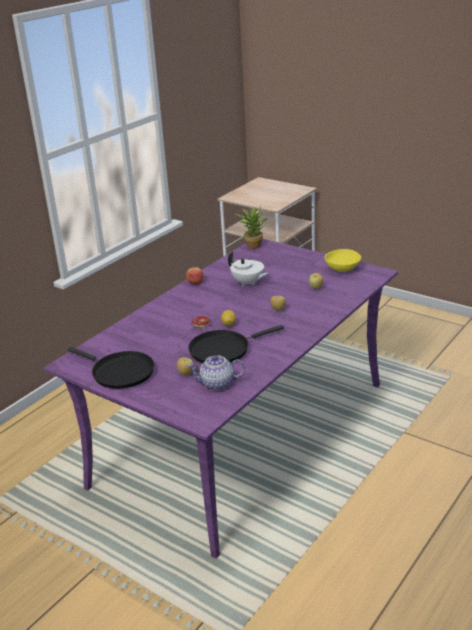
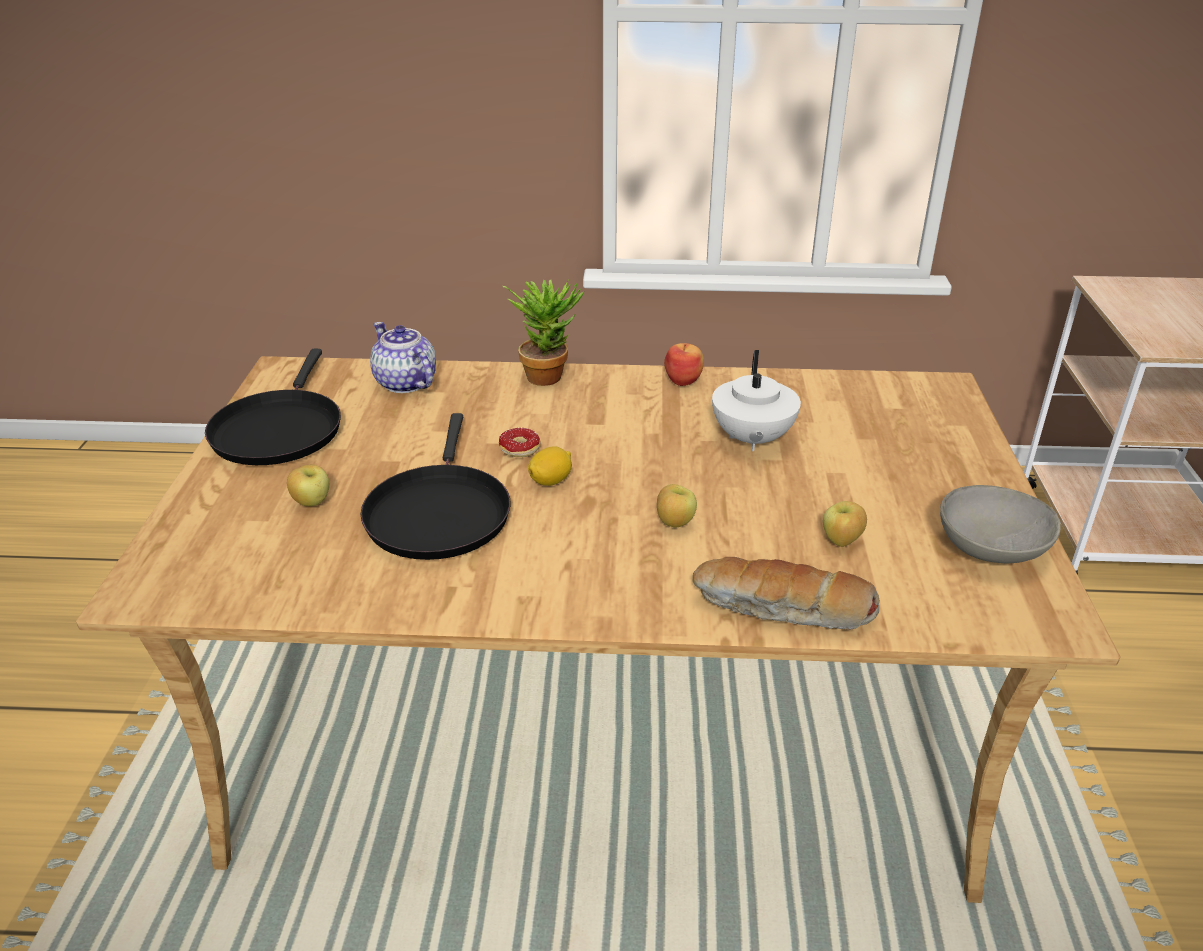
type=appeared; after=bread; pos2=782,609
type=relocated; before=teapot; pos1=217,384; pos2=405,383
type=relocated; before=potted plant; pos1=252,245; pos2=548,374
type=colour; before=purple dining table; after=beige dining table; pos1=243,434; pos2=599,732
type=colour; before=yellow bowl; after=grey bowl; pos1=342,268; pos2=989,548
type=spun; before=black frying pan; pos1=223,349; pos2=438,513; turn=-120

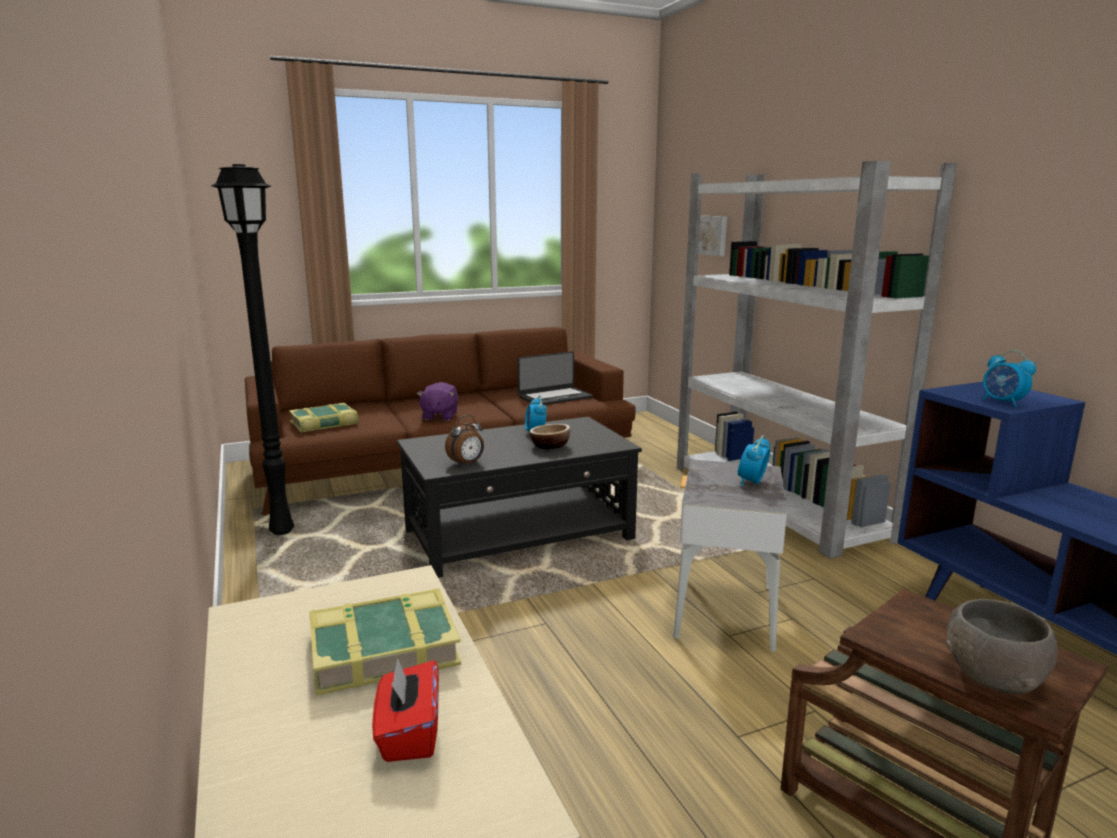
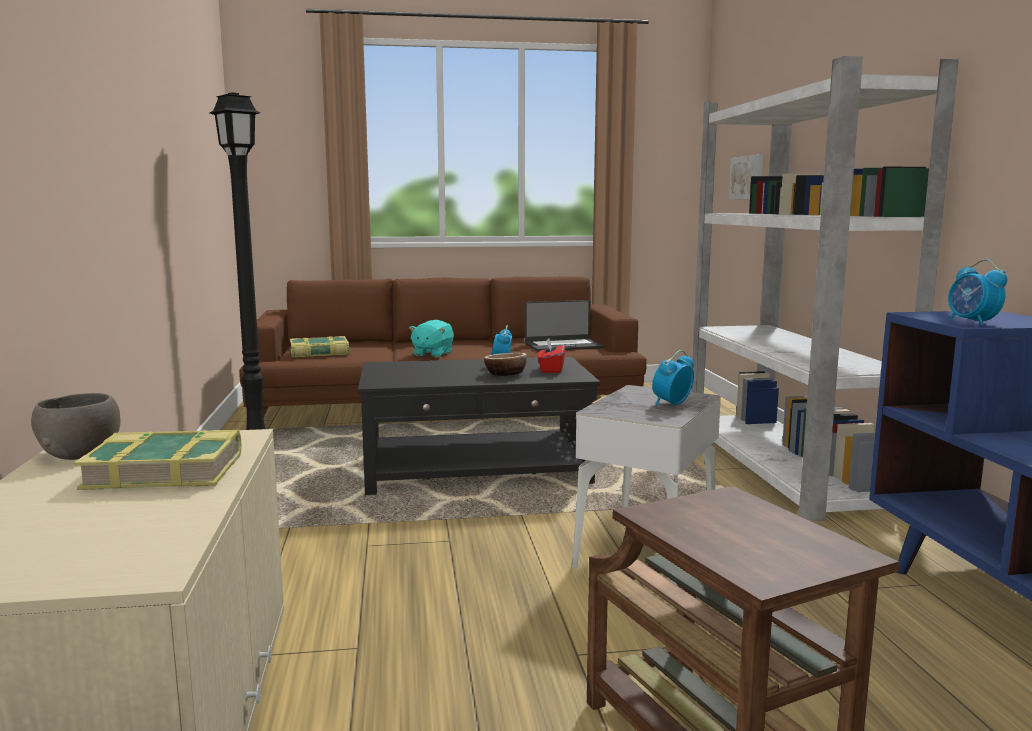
type=missing; before=alarm clock; pos1=467,463
type=relocated; before=red tissue box; pos1=409,734; pos2=551,370
type=relocated; before=grey bowl; pos1=992,676; pos2=79,453
type=colour; before=purple plush toy; after=turquoise plush toy; pos1=439,416; pos2=432,354

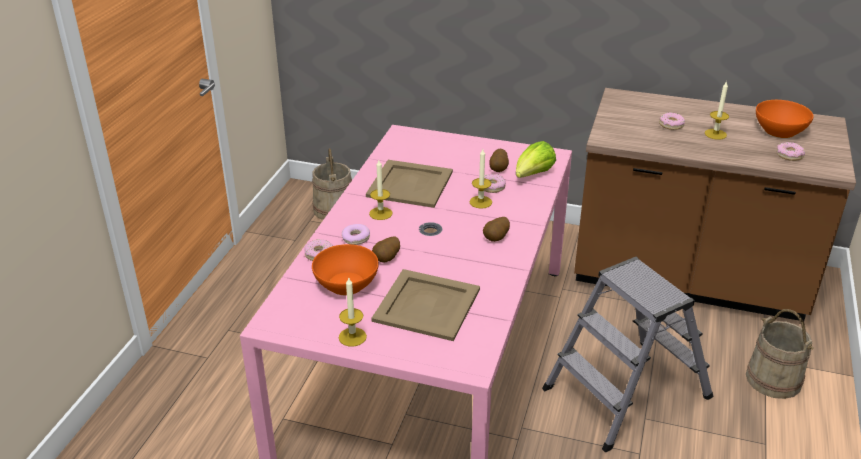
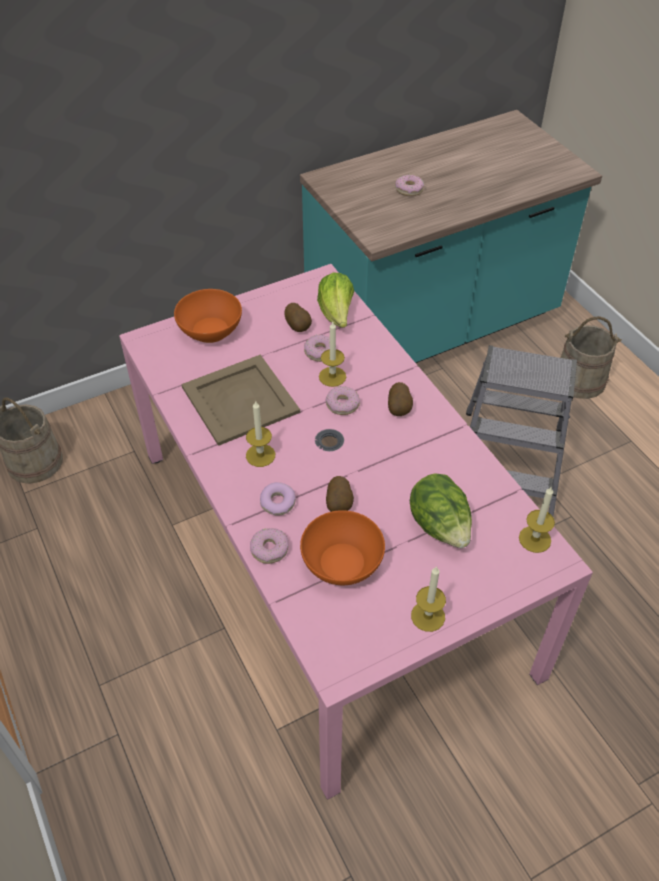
type=relocated; before=candle; pos1=715,134; pos2=534,539
type=relocated; before=orange bowl; pos1=779,130; pos2=210,330
type=relocated; before=donut; pos1=789,155; pos2=342,404
type=exchanged; before=beige tray; after=lettuce; pos1=428,304; pos2=440,526
type=colour; before=brown counter; after=turquoise counter; pos1=688,279; pos2=433,326

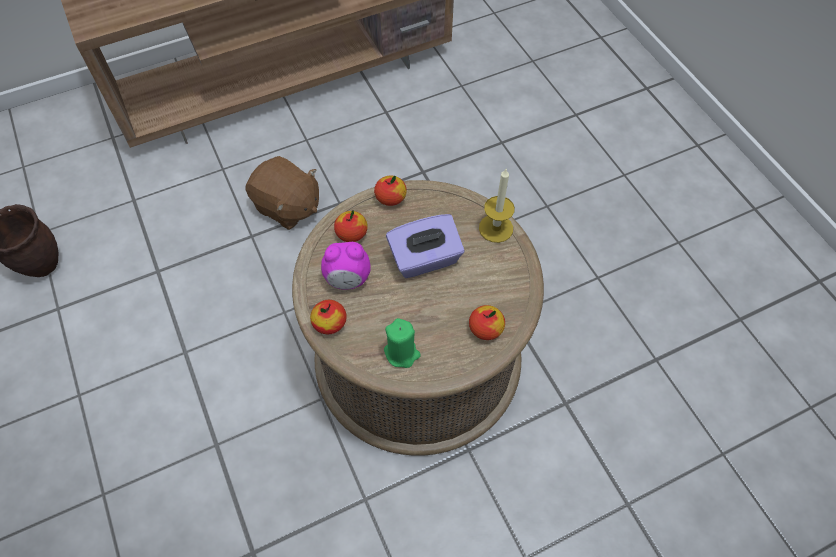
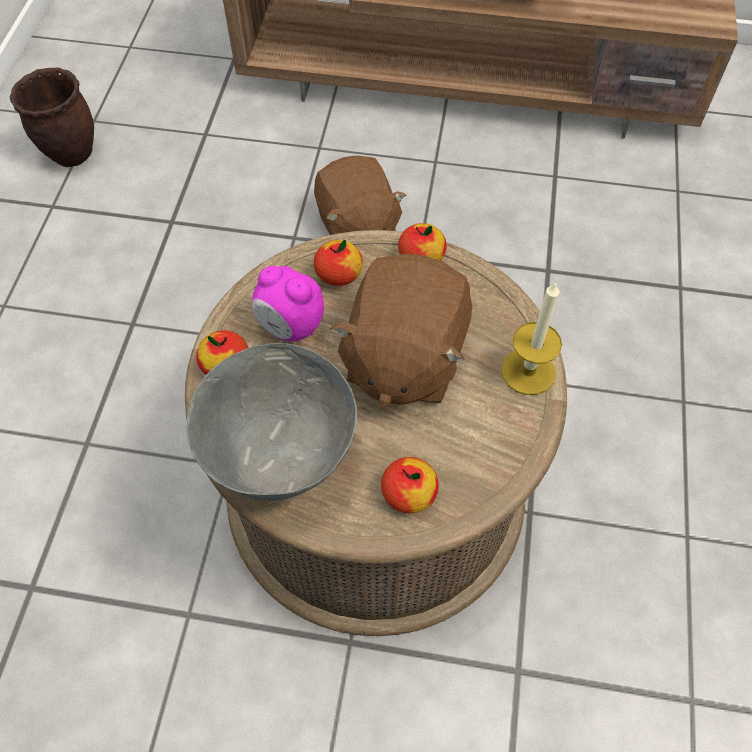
type=exchanged; before=green candle; after=grey bowl; pos1=402,353; pos2=279,456
type=exchanged; before=purple tissue box; after=brown plush toy; pos1=425,259; pos2=403,357

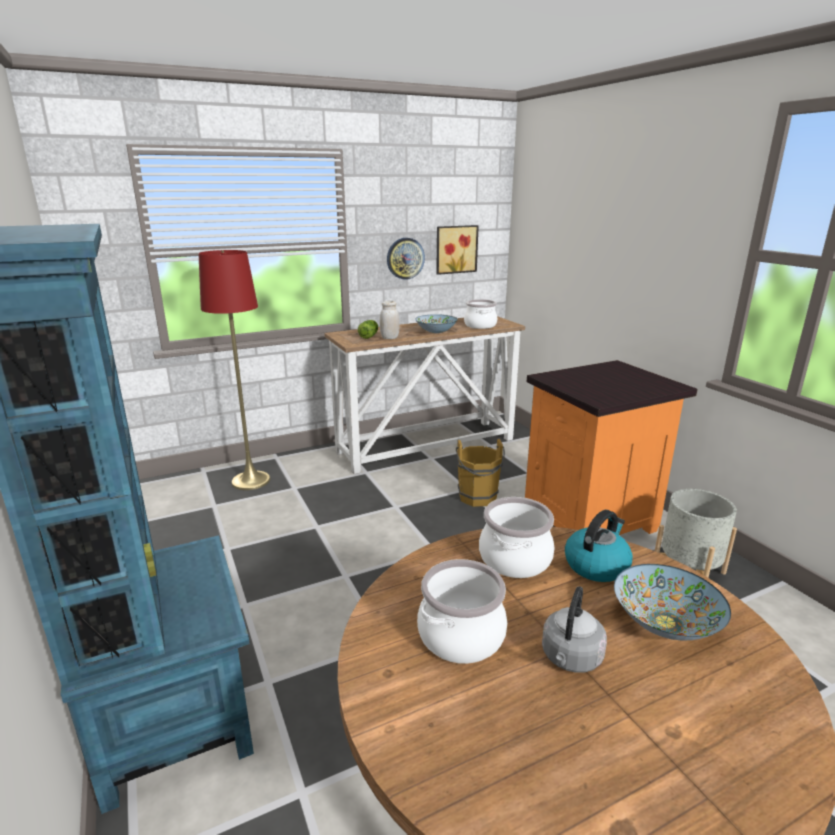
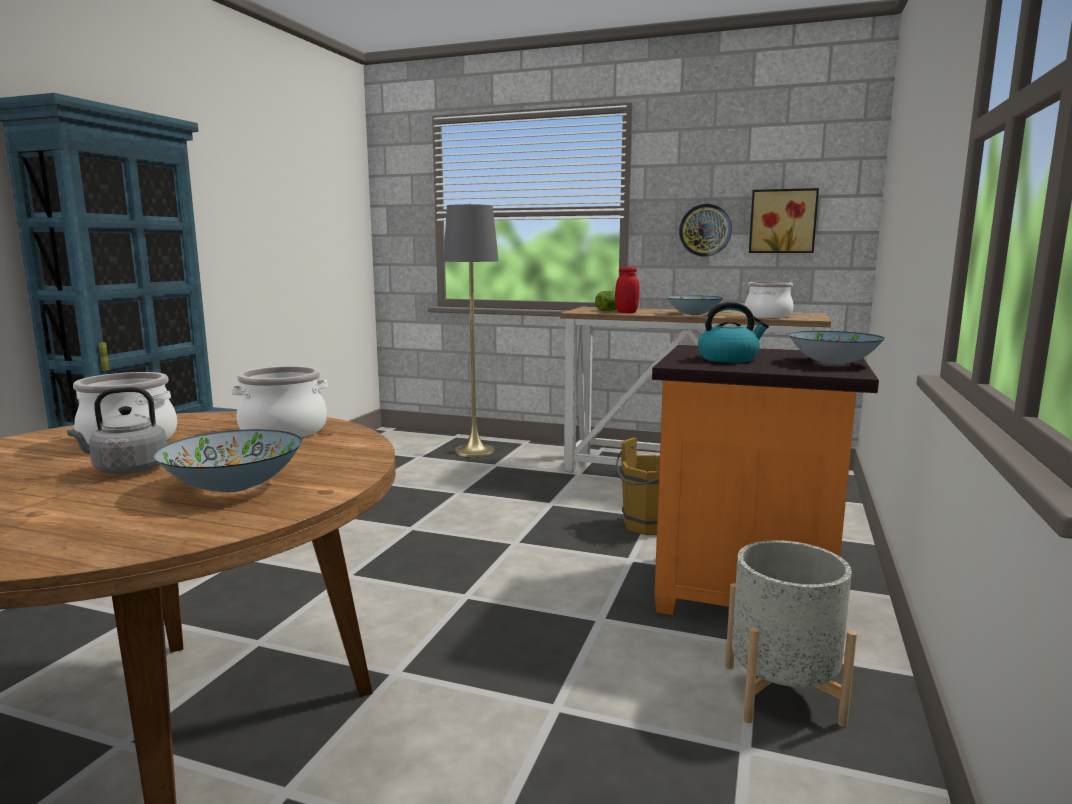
type=appeared; after=bowl; pos2=832,363
type=relocated; before=kettle; pos1=596,565; pos2=729,359
type=colour; before=red floor lamp; after=grey floor lamp; pos1=251,480; pos2=474,451
type=colour; before=white jar; after=red jar; pos1=389,338; pos2=626,312

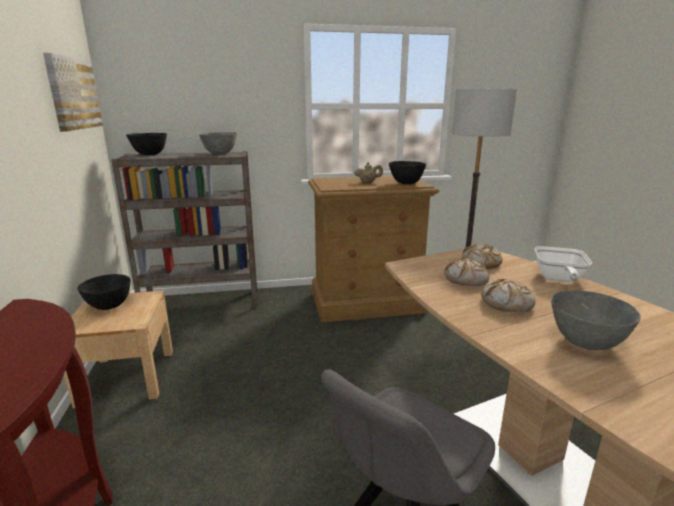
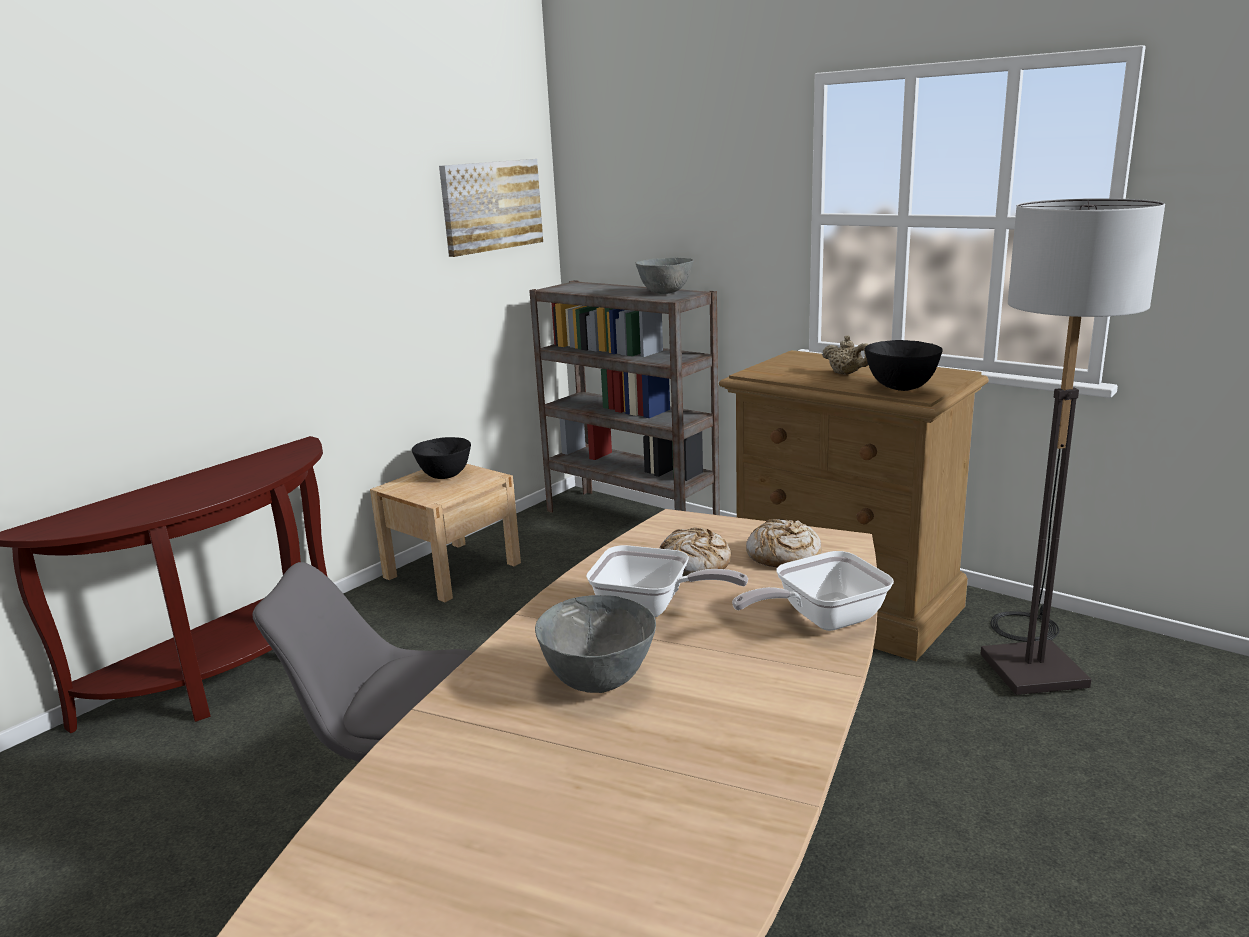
type=missing; before=black bowl; pos1=150,154
type=exchanged; before=bread; after=frying pan; pos1=507,303; pos2=651,609

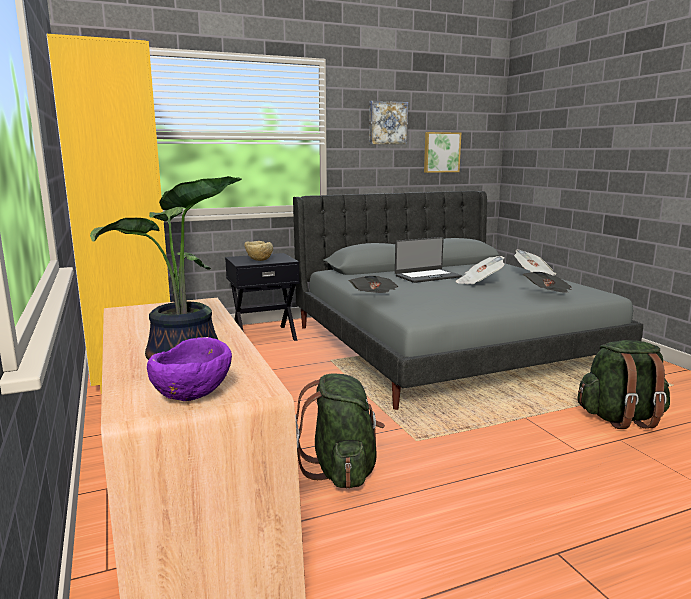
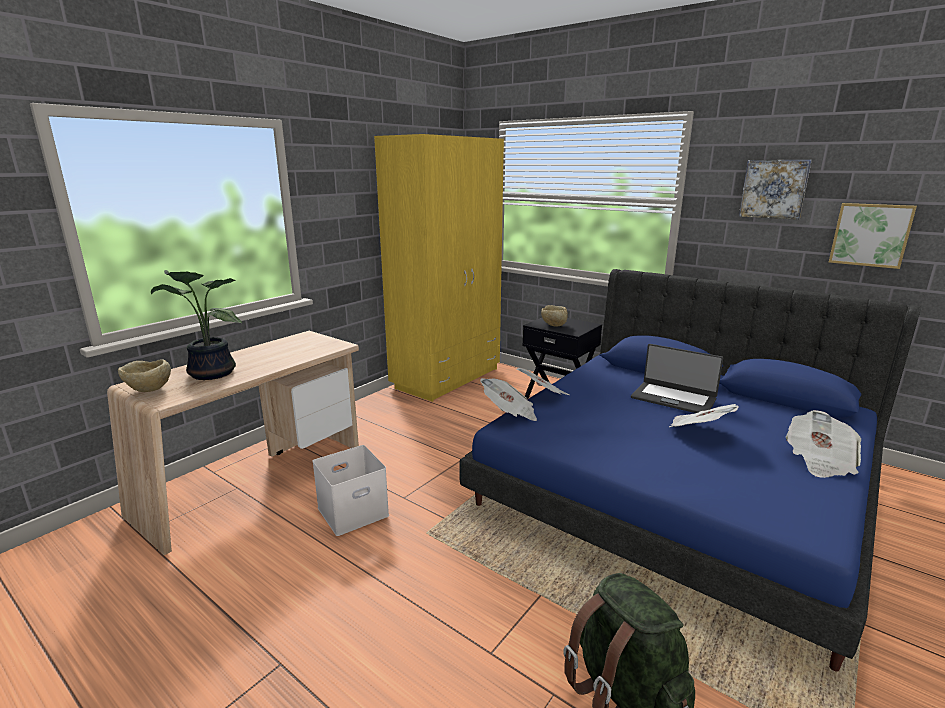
type=relocated; before=newspaper; pos1=547,295; pos2=509,413
type=exchanged; before=green backpack; after=white storage box; pos1=341,470; pos2=353,510
type=colour; before=purple bowl; after=beige bowl; pos1=193,398; pos2=149,391
type=colour; before=grey bed; after=blue bed; pos1=445,346; pos2=678,491

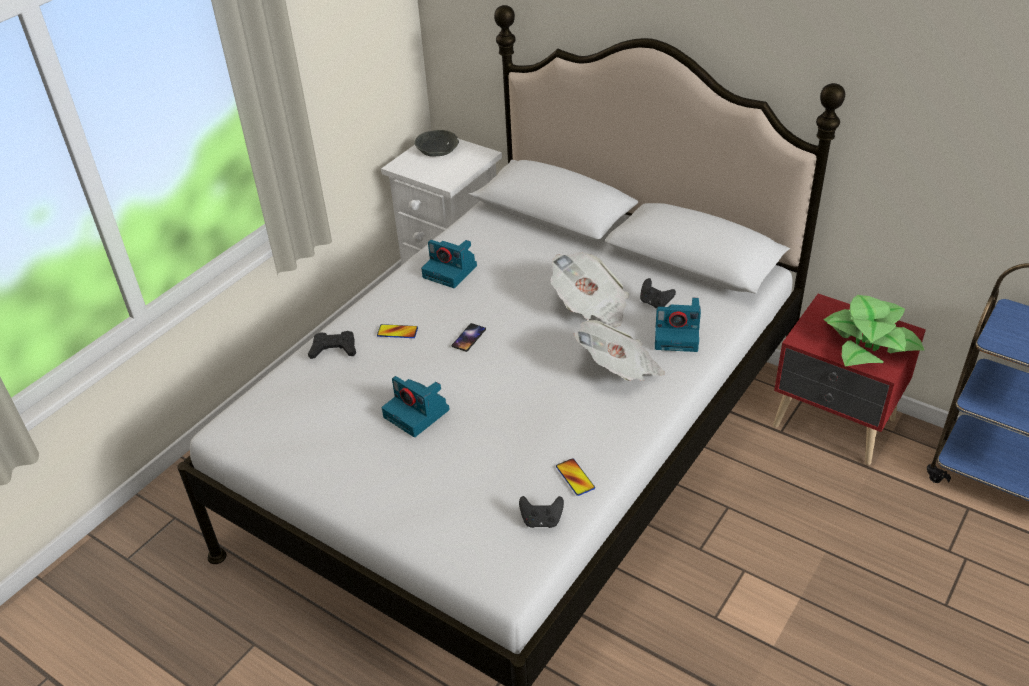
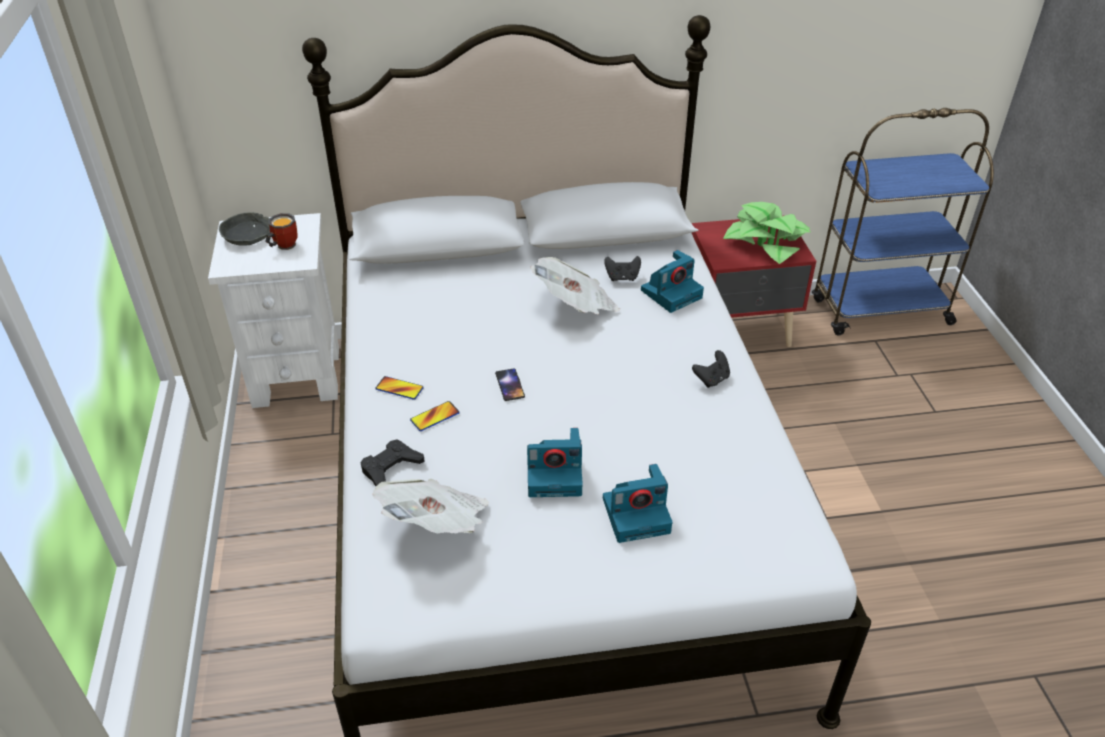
type=appeared; after=mug; pos2=283,246
type=relocated; before=photo camera; pos1=451,271; pos2=637,514
type=relocated; before=black game controller; pos1=541,520; pos2=711,379
type=relocated; before=phone; pos1=575,477; pos2=399,389
type=relocated; before=newspaper; pos1=619,369; pos2=437,524

